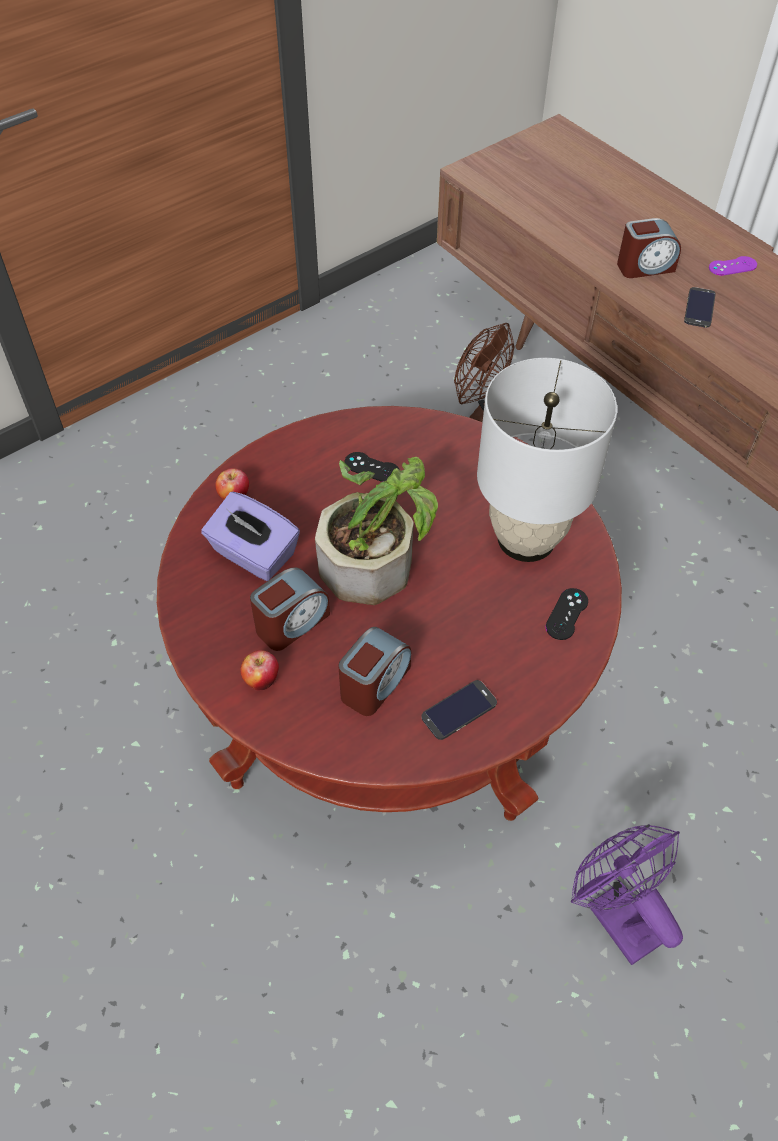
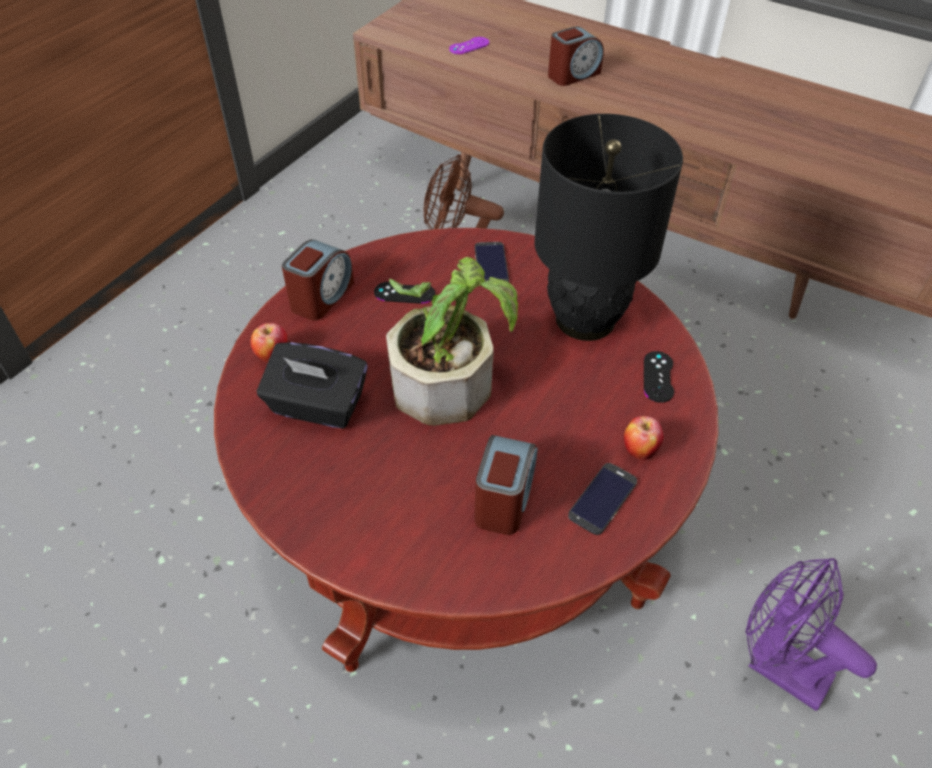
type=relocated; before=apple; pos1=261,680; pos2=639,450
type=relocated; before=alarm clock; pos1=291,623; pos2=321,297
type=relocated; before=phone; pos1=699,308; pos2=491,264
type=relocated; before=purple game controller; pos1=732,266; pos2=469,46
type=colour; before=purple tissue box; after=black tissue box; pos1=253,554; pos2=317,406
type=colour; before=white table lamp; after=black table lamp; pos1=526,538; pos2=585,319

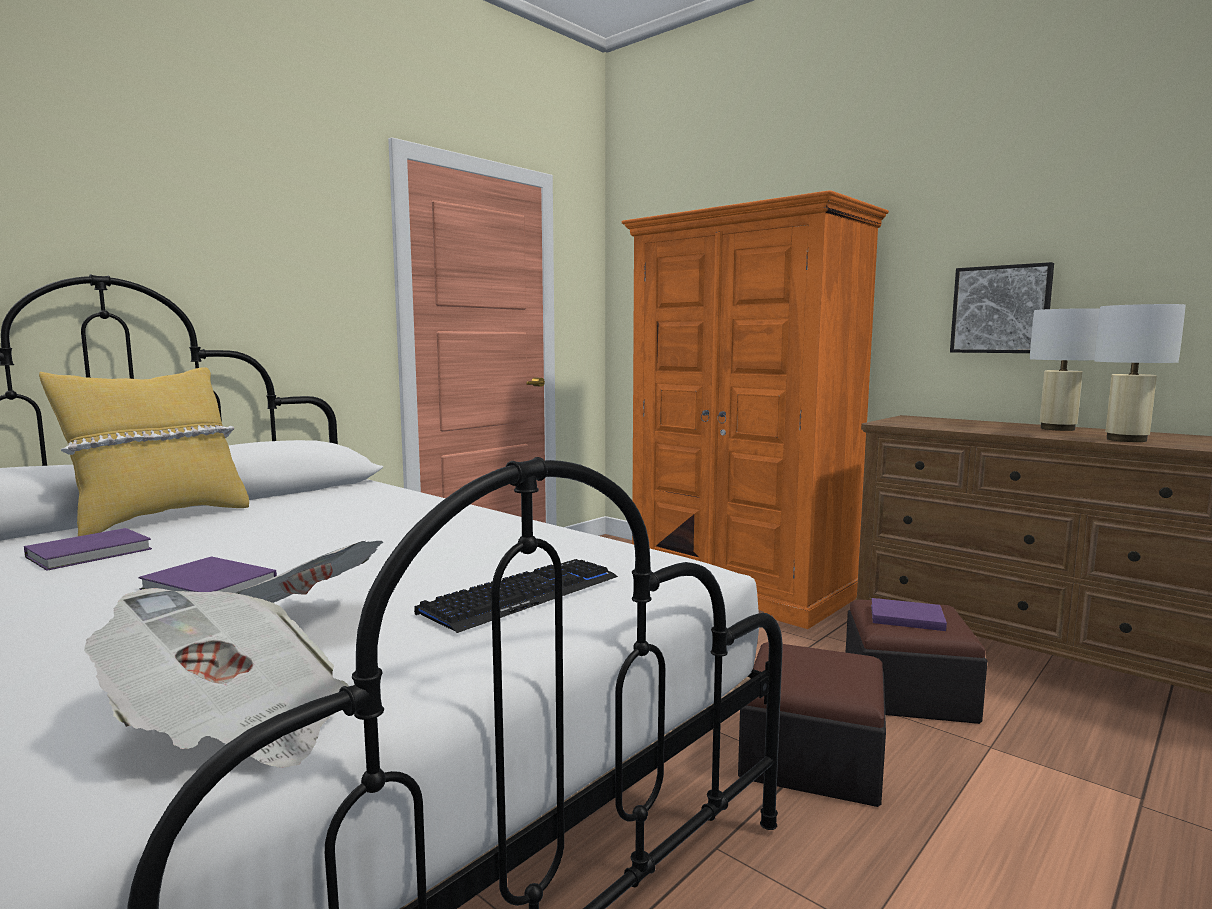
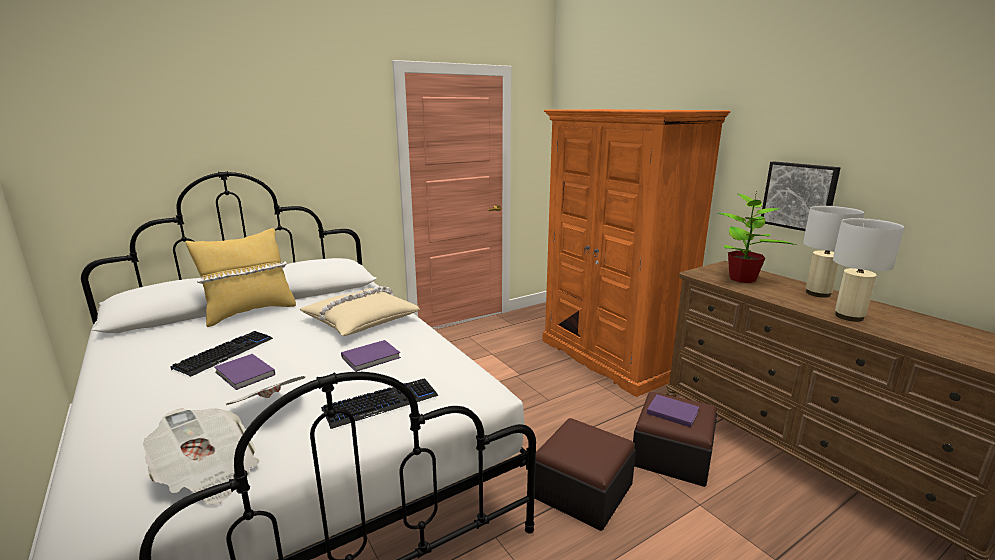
type=appeared; after=keyboard; pos2=225,354
type=appeared; after=beige pillow; pos2=360,320
type=appeared; after=potted plant; pos2=742,279
type=relocated; before=purple book; pos1=93,553; pos2=372,357

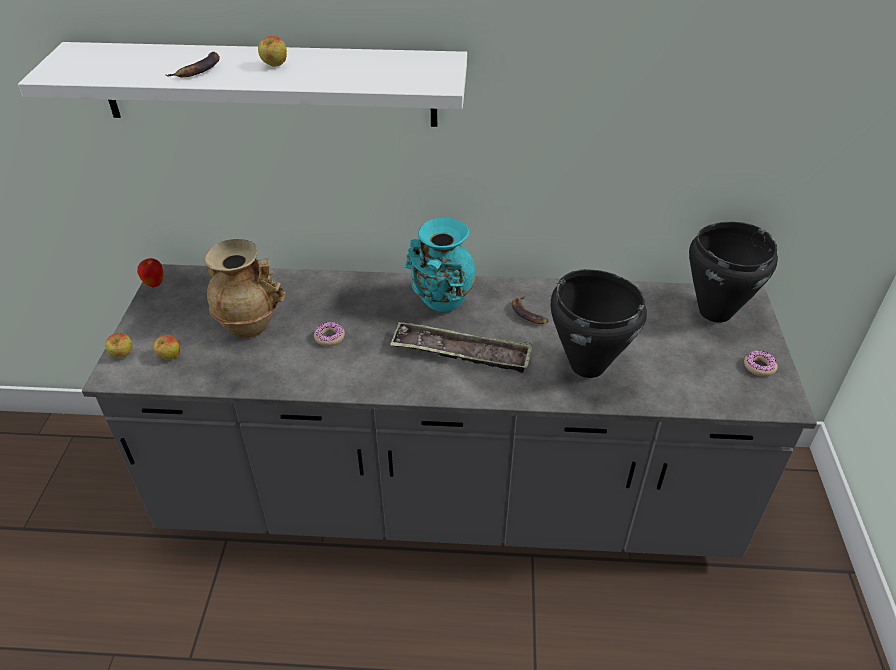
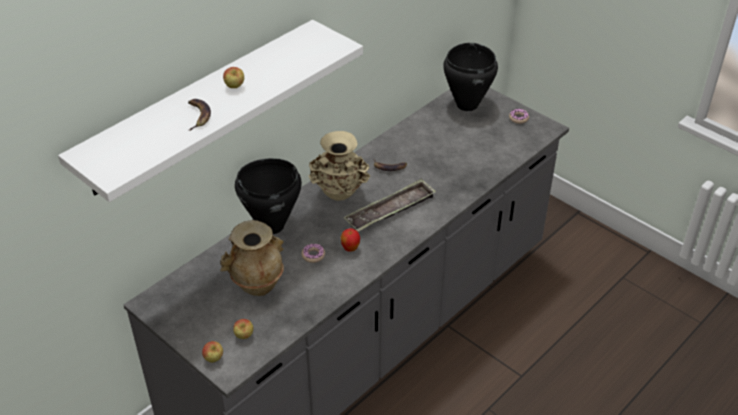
type=relocated; before=apple; pos1=154,284; pos2=350,249
type=relocated; before=black cooking pot; pos1=587,365; pos2=271,225
type=colour; before=turquoise vase; after=beige vase; pos1=441,303; pos2=339,194

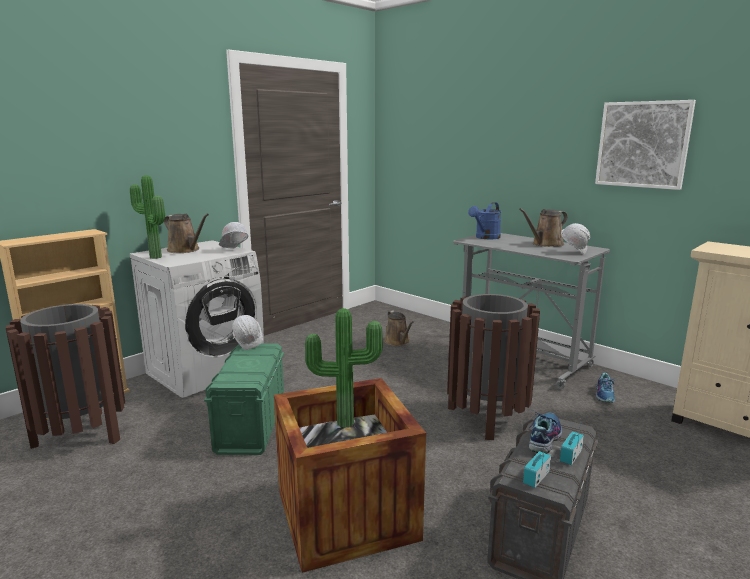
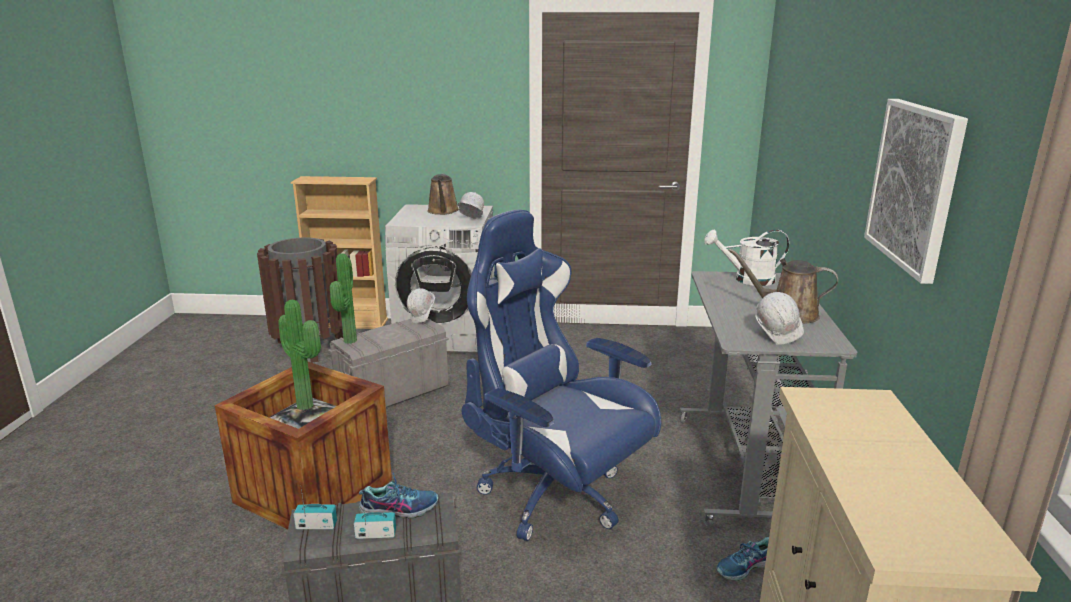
type=missing; before=brown watering can; pos1=398,342
type=relocated; before=potted plant; pos1=153,258; pos2=347,341
type=exchanged; before=brown trash can; after=blue office chair; pos1=487,417; pos2=560,499
type=colour; before=green storage box; after=grey storage box; pos1=251,425; pos2=392,394
type=colour; before=blue watering can; after=white watering can; pos1=485,237; pos2=747,279

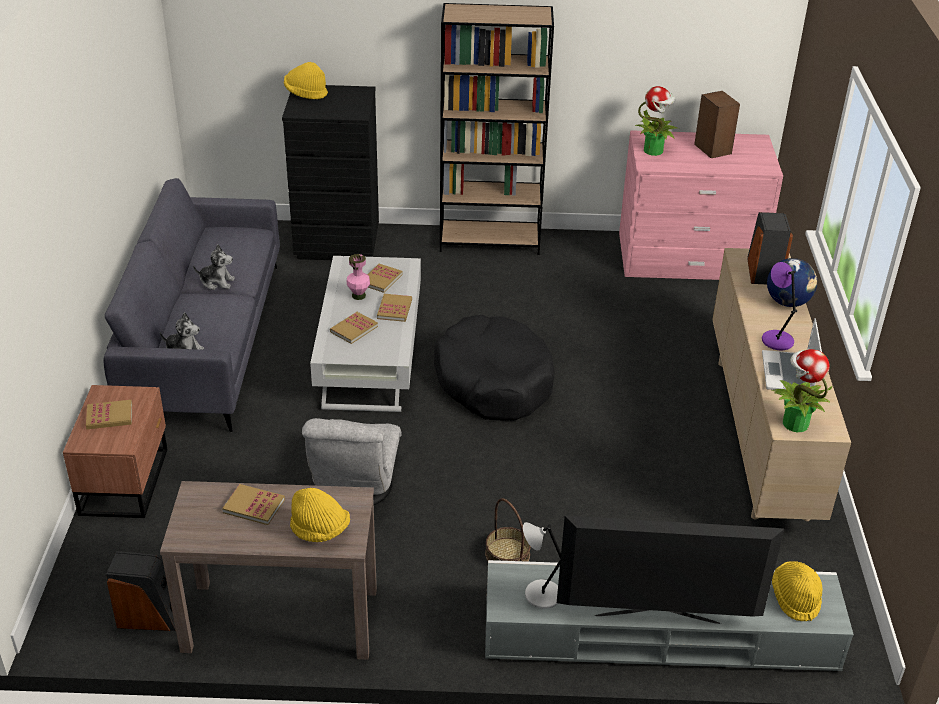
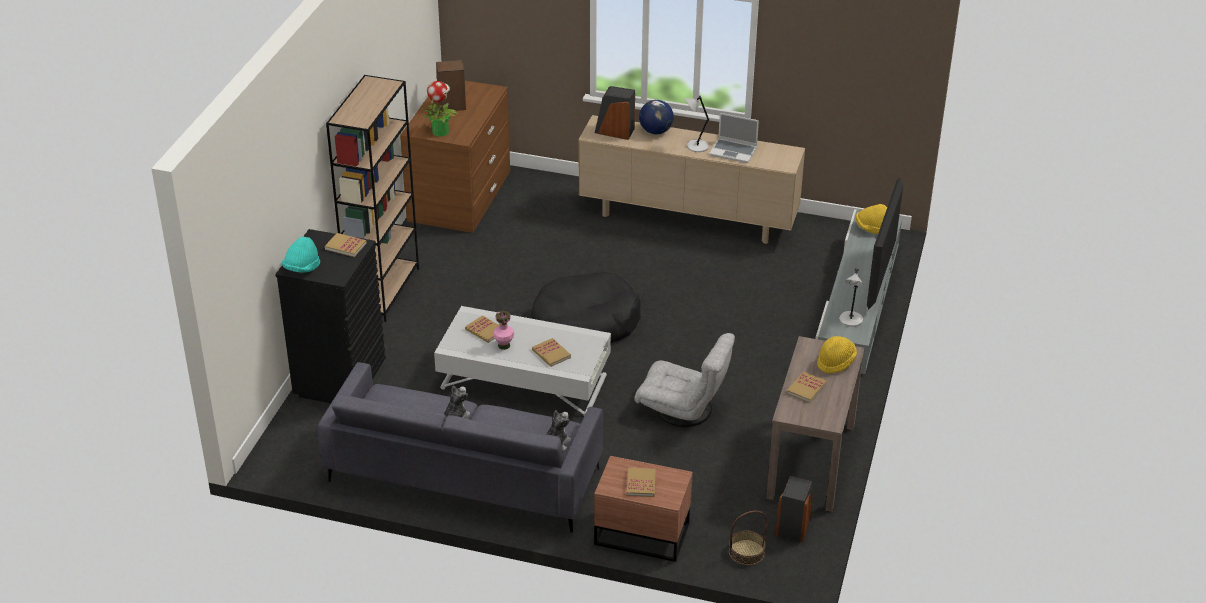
type=missing; before=potted plant; pos1=794,423
type=relocated; before=book; pos1=394,309; pos2=345,246
type=relocated; before=basket; pos1=507,554; pos2=746,552
type=colour; before=yellow hat; after=turquoise hat; pos1=305,94; pos2=302,268
type=colour; before=pink dresser; after=brown dresser; pos1=689,256; pos2=459,195
type=colour; before=purple table lamp; after=grey table lamp; pos1=776,339; pos2=696,146

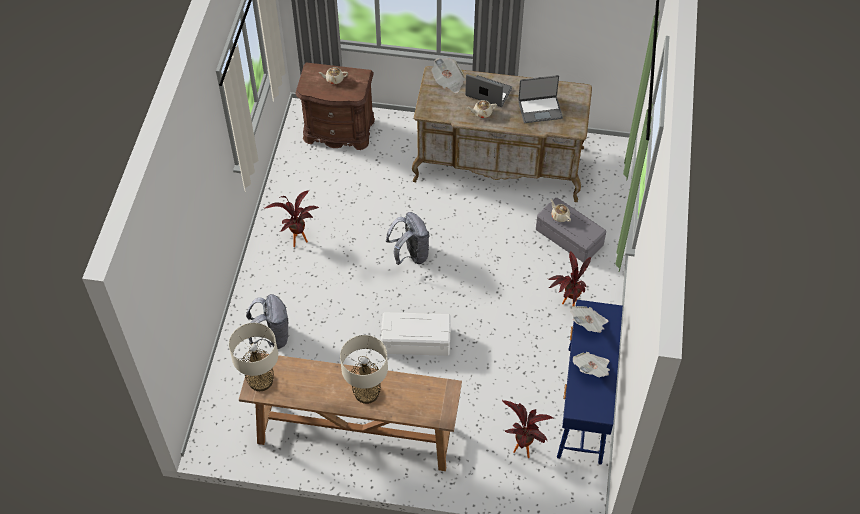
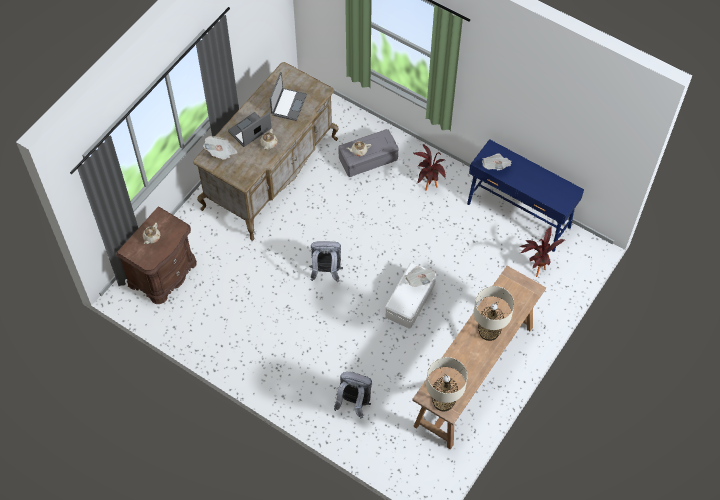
type=missing; before=potted plant; pos1=296,238
type=relocated; before=newspaper; pos1=592,369; pos2=419,280

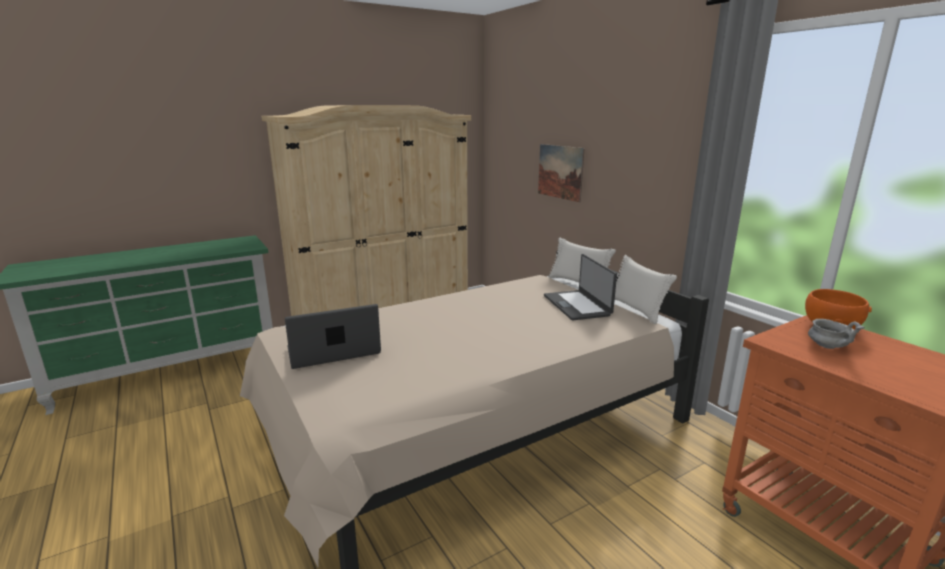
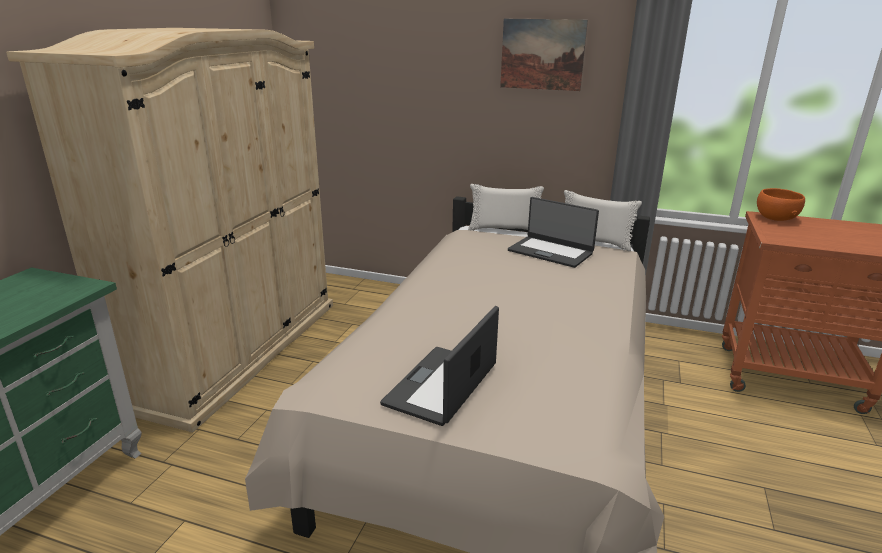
type=missing; before=grey bowl; pos1=828,346
type=relocated; before=picture; pos1=560,172; pos2=542,54

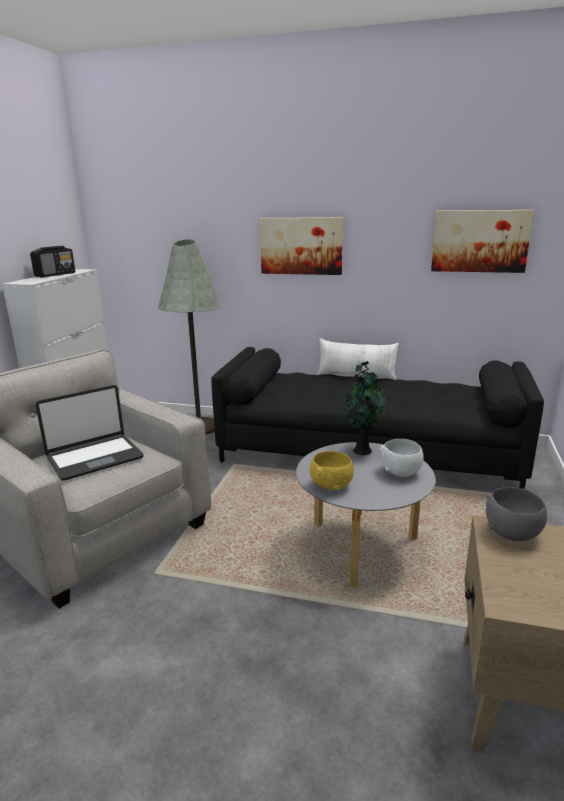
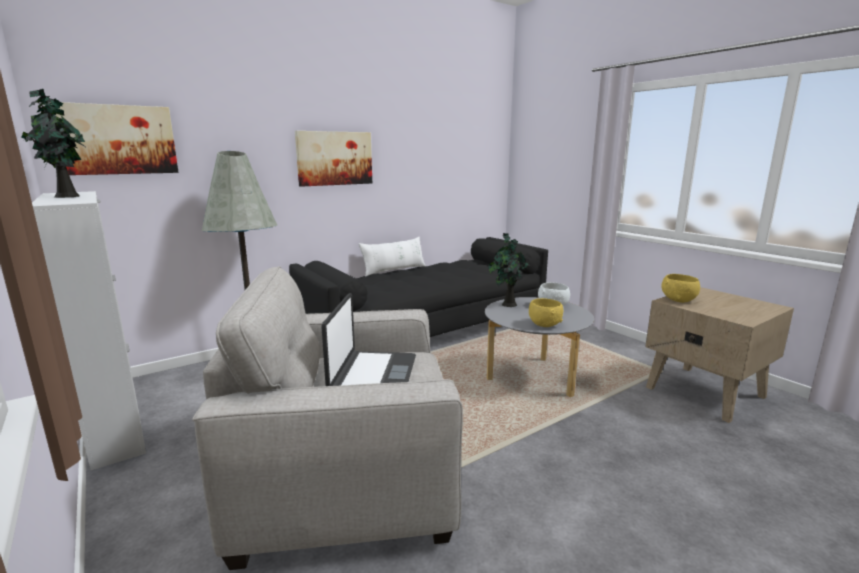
type=relocated; before=picture; pos1=480,241; pos2=116,140
type=exchanged; before=radio; after=potted plant; pos1=55,275; pos2=65,196
type=colour; before=grey bowl; after=yellow bowl; pos1=513,533; pos2=679,300

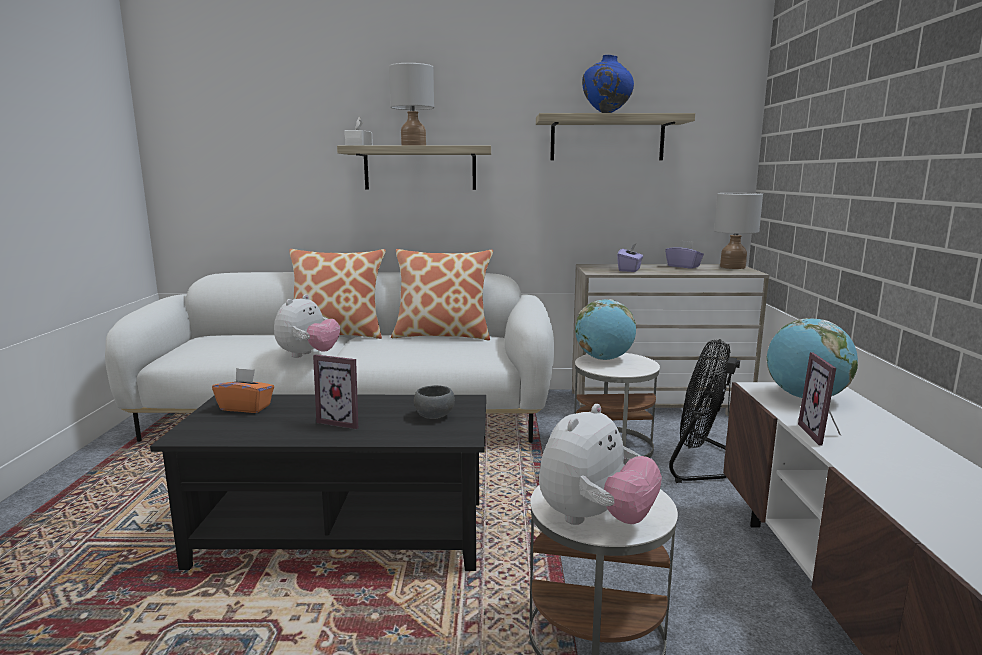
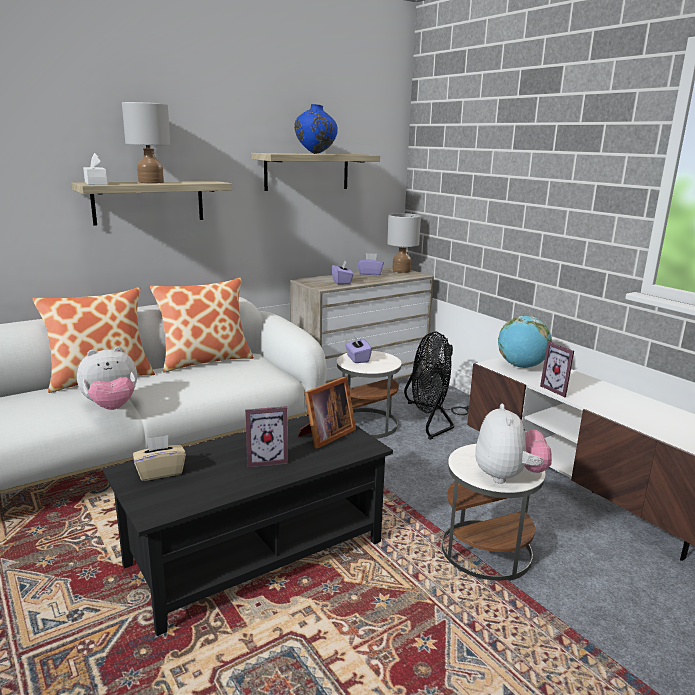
type=exchanged; before=grey bowl; after=picture frame; pos1=435,416; pos2=325,436
type=exchanged; before=globe; after=purple tissue box; pos1=604,359; pos2=357,359
type=colour; before=orange tissue box; after=beige tissue box; pos1=246,407; pos2=160,472
type=spun; before=plush toy; pos1=308,355; pos2=111,407; turn=75

